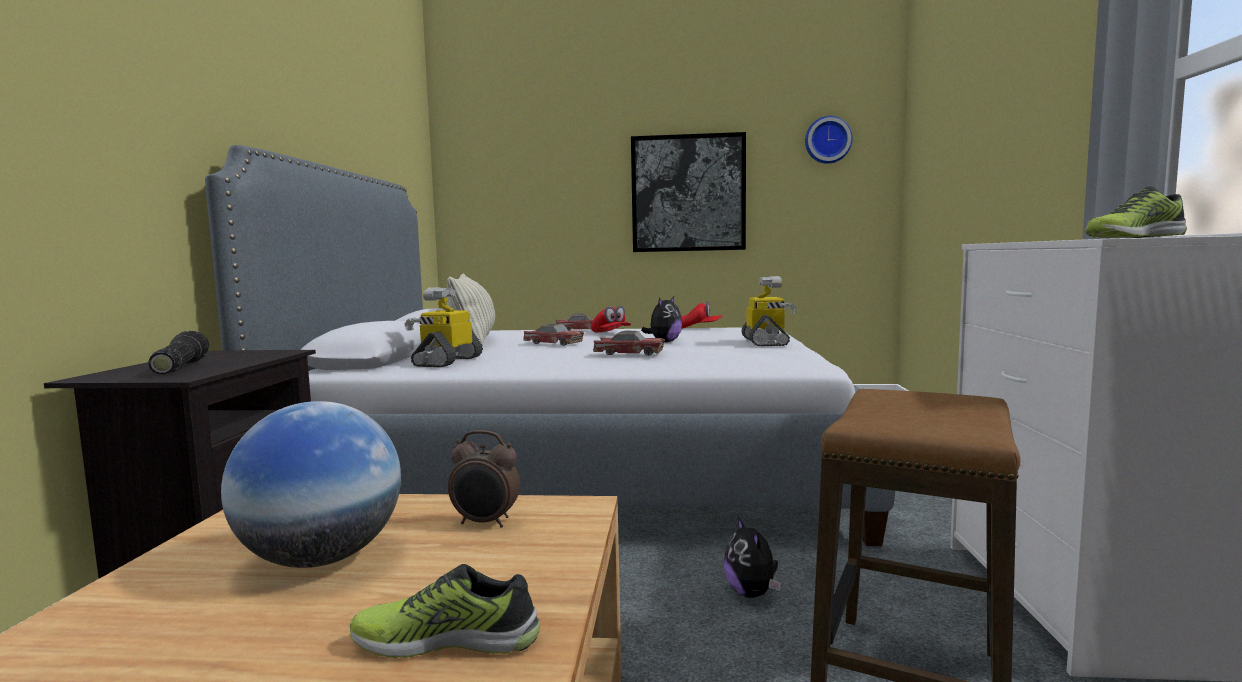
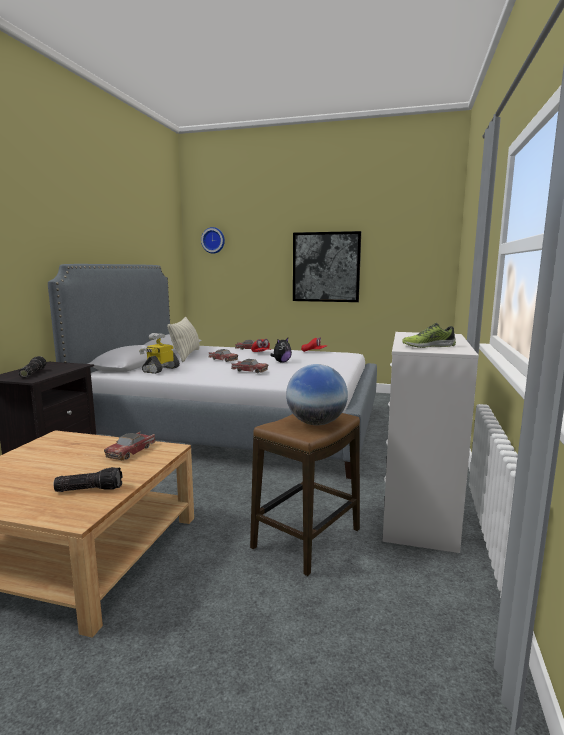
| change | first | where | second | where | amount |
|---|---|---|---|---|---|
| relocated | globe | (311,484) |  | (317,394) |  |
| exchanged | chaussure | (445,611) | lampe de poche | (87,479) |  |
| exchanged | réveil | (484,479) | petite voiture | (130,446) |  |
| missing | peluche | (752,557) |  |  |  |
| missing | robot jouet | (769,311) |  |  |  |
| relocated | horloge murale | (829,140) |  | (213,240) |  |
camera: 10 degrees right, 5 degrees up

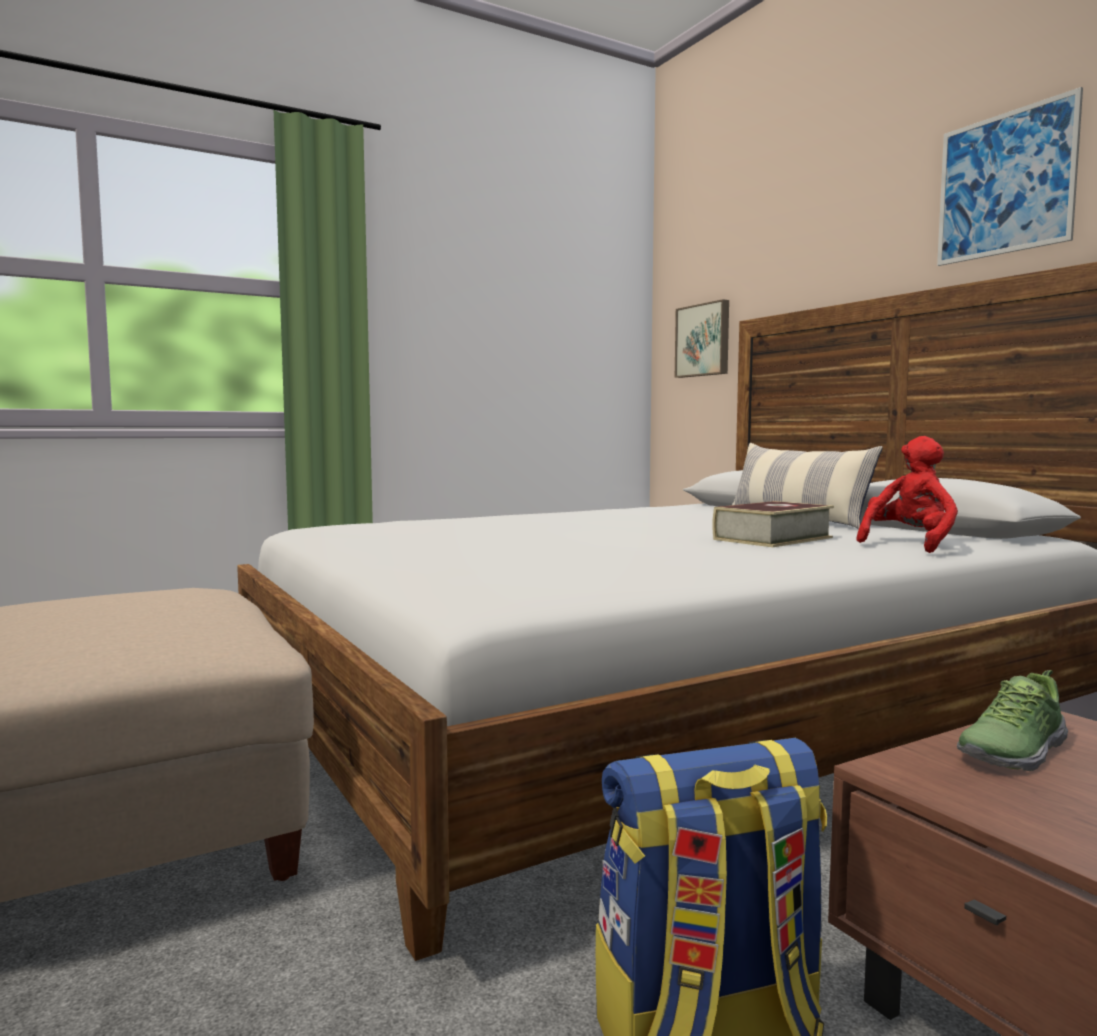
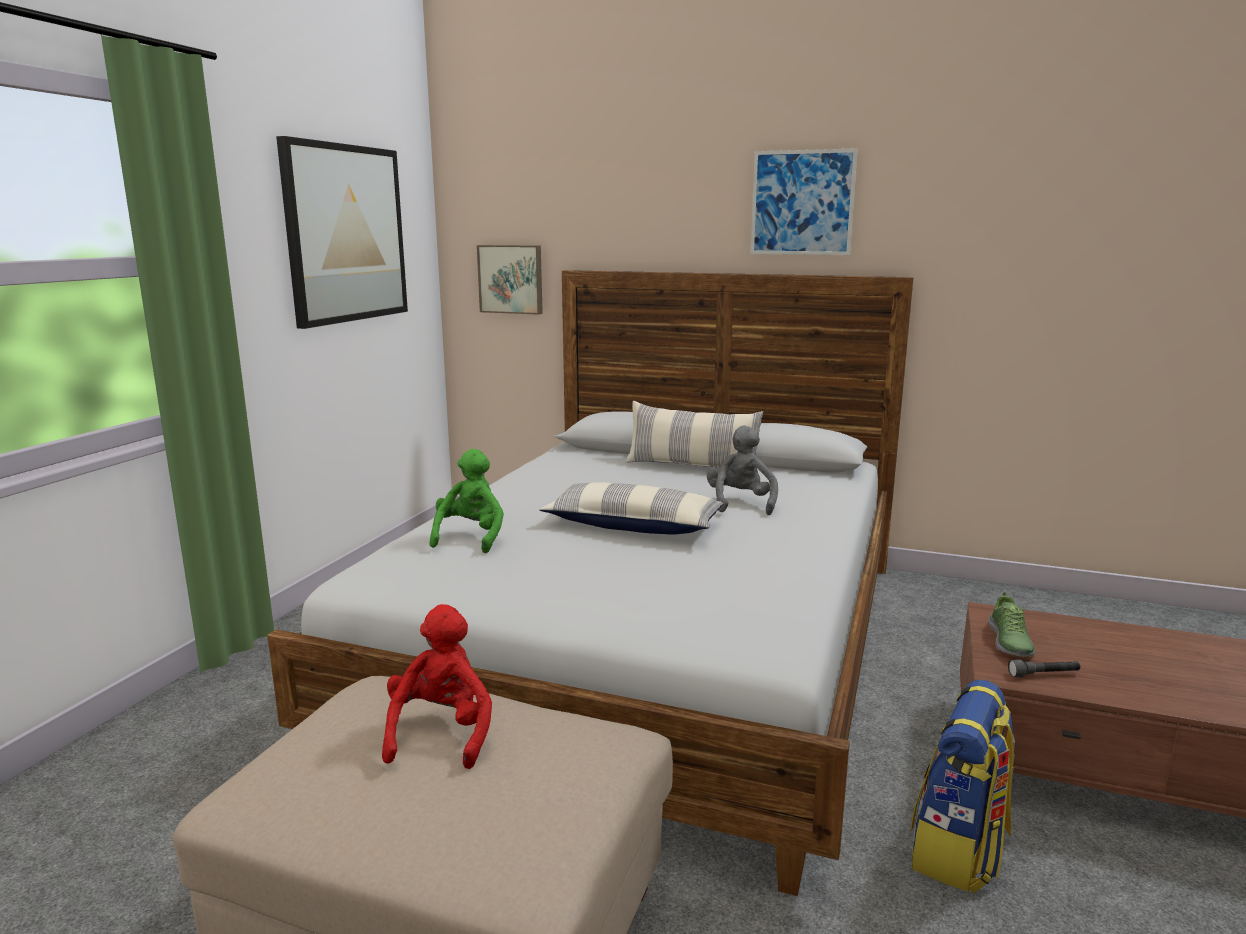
| change | first | where | second | where | amount |
|---|---|---|---|---|---|
| exchanged | livre | (773,524) | peluche/gris | (742,470) |  |
| relocated | peluche/rouge | (907,494) |  | (437,686) |  |
| appeared |  |  | tableau | (342,232) |  |
| appeared |  |  | peluche/vert | (467,501) |  |
| appeared |  |  | coussin | (631,508) |  |
| appeared |  |  | lampe de poche/gris | (1044,668) |  |
camera: 40 degrees left, 10 degrees up

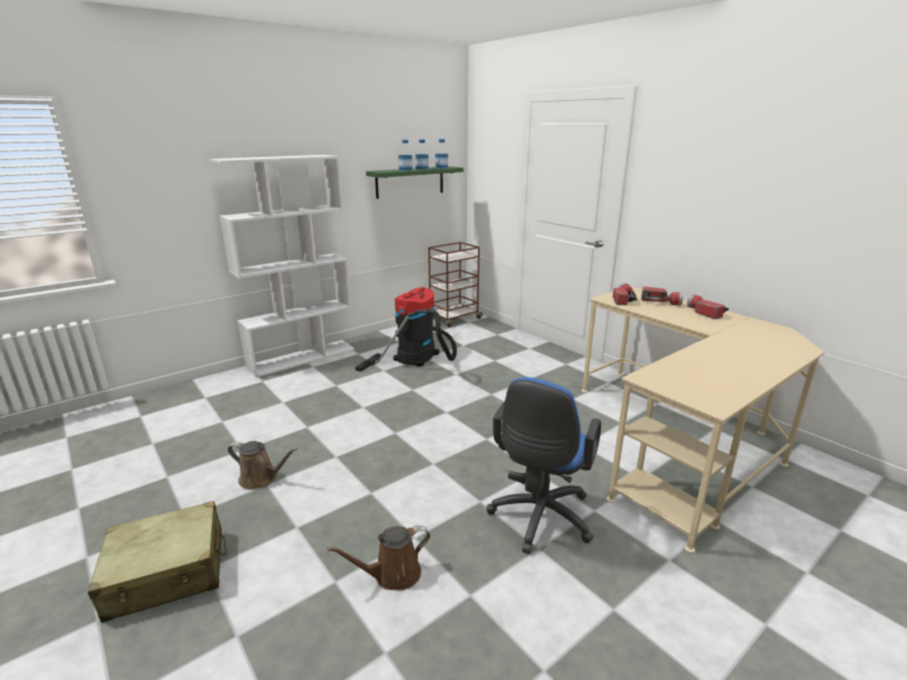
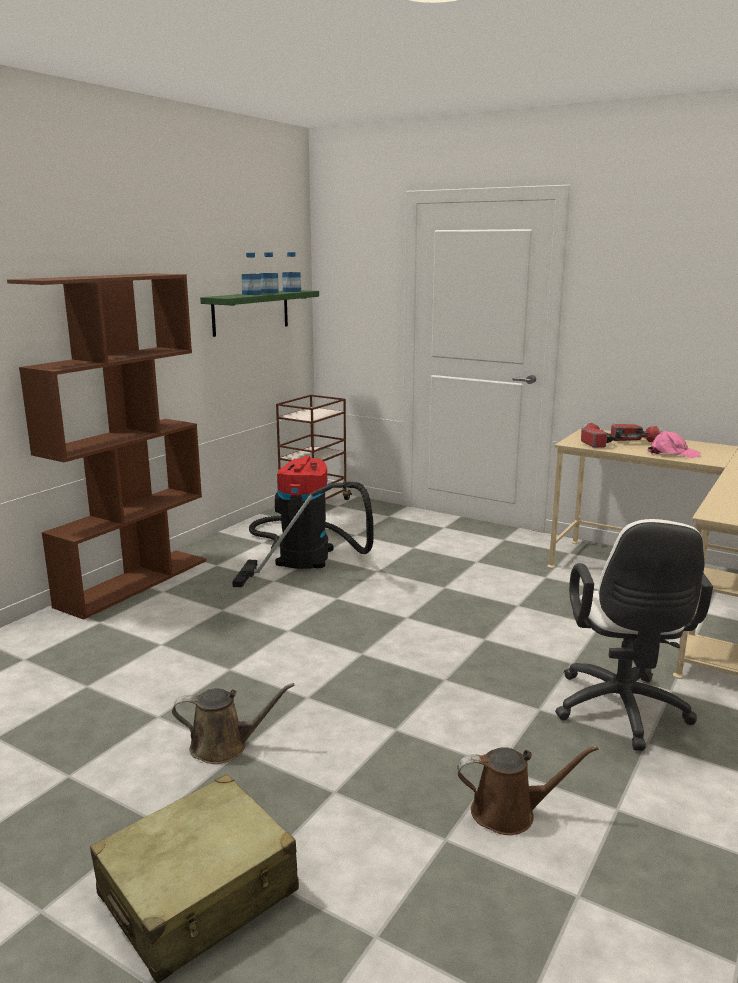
| change | first | where | second | where | amount |
|---|---|---|---|---|---|
| colour | bibliothèque/blanc | (282,266) | bibliothèque/marron | (106,446) |  |
| spun | arrosoir/marron | (378,557) |  | (528,790) | 135 degrees counterclockwise |
| colour | chaise de bureau/bleu | (544,465) | chaise de bureau/blanc | (634,635) |  |
| missing | lampe de poche | (708,306) |  |  |  |
| appeared |  |  | casquette/rose | (674,444) |  |
camera: 20 degrees left, 5 degrees down

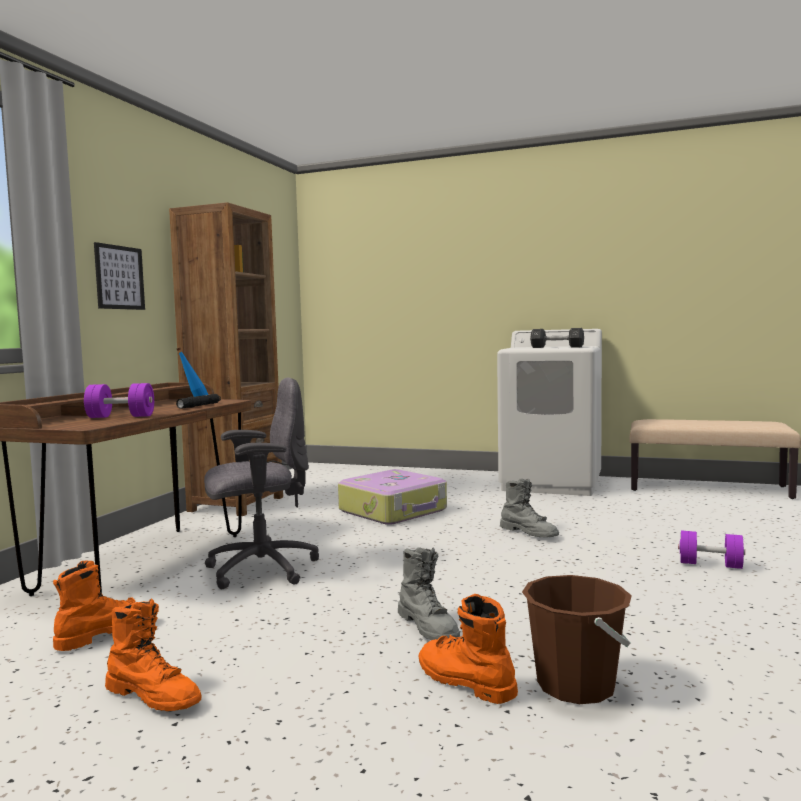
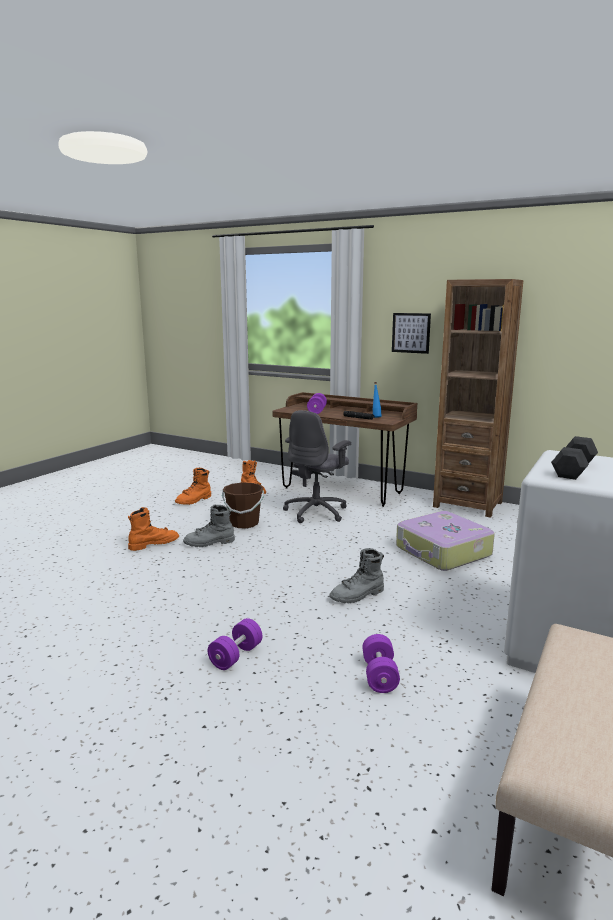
| change | first | where | second | where | amount |
|---|---|---|---|---|---|
| spun | chaise de bureau/gris | (261,484) |  | (317,466) | 45 degrees clockwise |
| relocated | seau/marron | (577,639) |  | (243,505) |  |
| appeared |  |  | haltère/violet | (381,663) |  |
camera: 100 degrees right, 10 degrees up

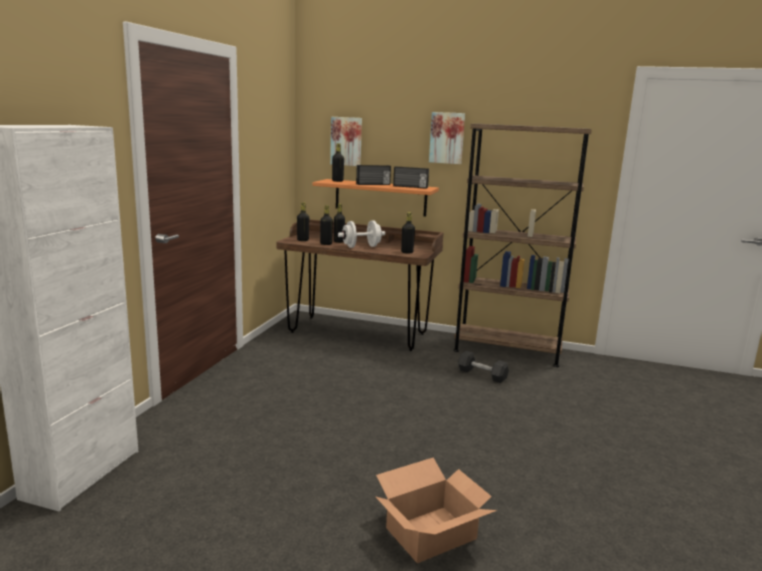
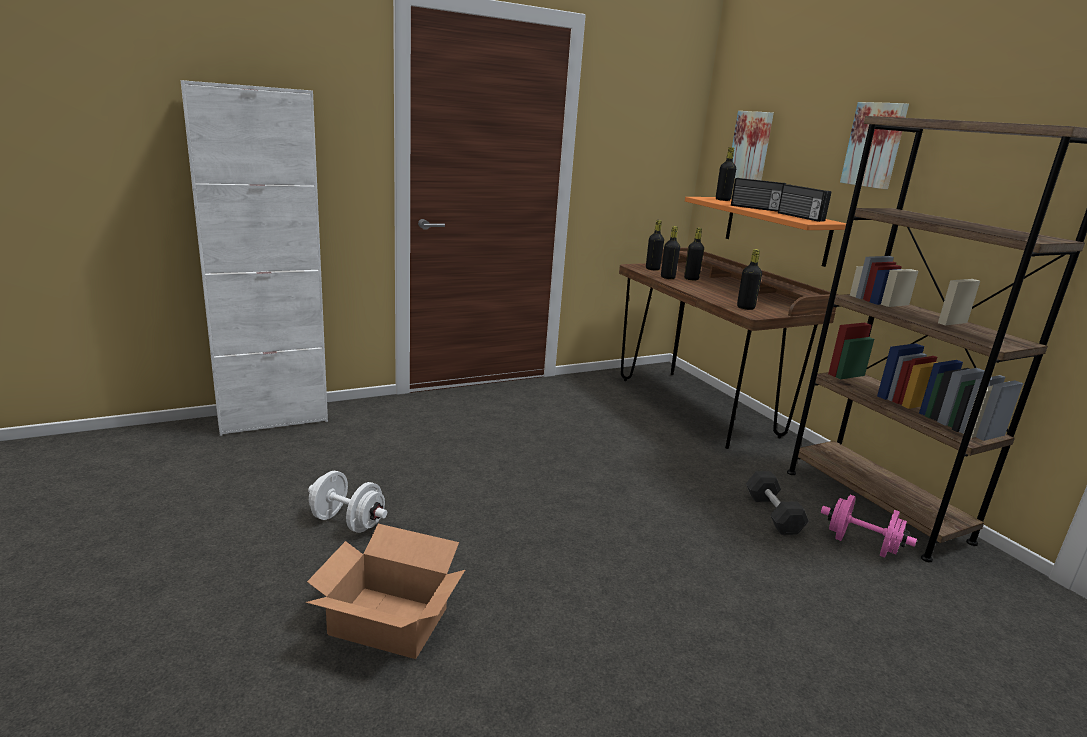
| change | first | where | second | where | amount |
|---|---|---|---|---|---|
| relocated | haltère/blanc | (361,234) |  | (347,502) |  |
| appeared |  |  | haltère/rose | (869,526) |  |
camera: 45 degrees right, 5 degrees up

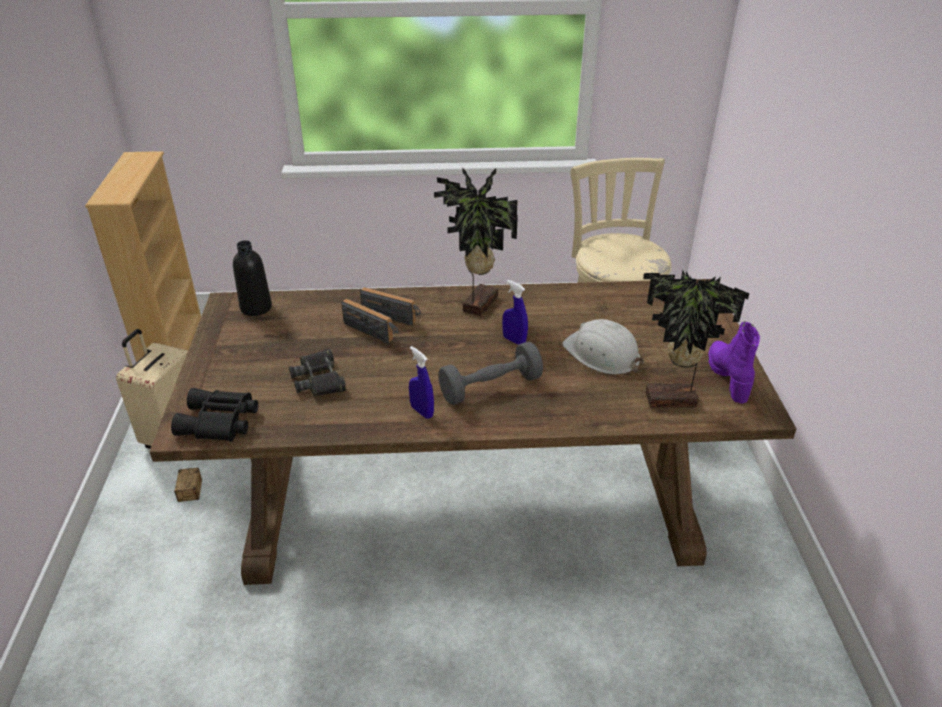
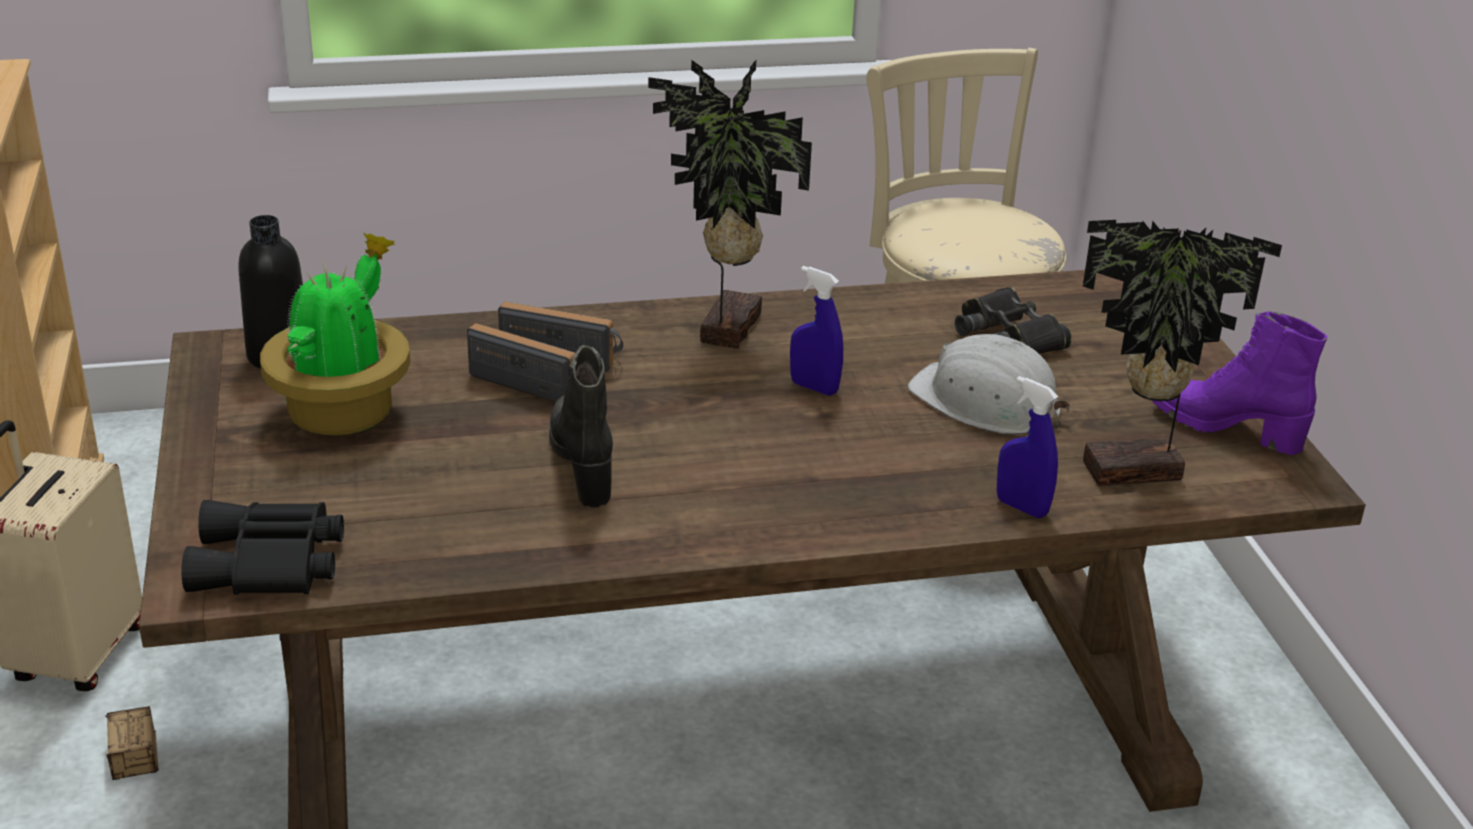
| change | first | where | second | where | amount |
|---|---|---|---|---|---|
| relocated | jumelles/noir | (317,372) |  | (1013,320) |  |
| relocated | vaporisateur/bleu | (421,382) |  | (1027,447) |  |
| missing | haltère/gris | (490,373) |  |  |  |
| spun | botte/violet | (734,362) |  | (1240,383) | 45 degrees counterclockwise |
| appeared |  |  | plante en pot | (335,333) |  |
| appeared |  |  | botte/noir | (581,426) |  |
camera: 10 degrees left, 5 degrees down

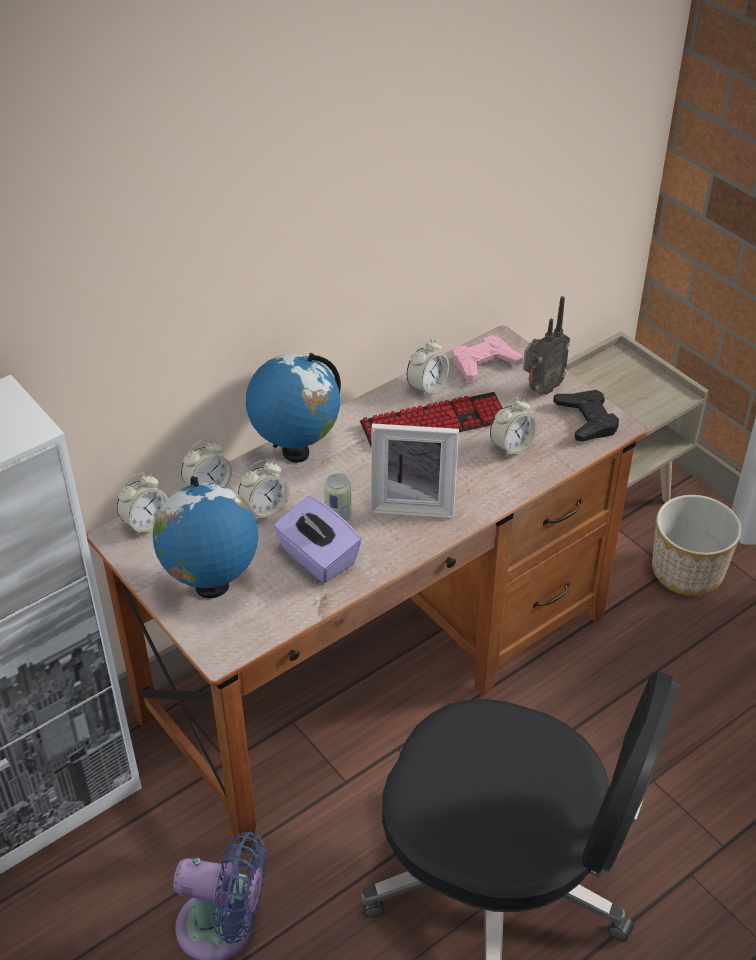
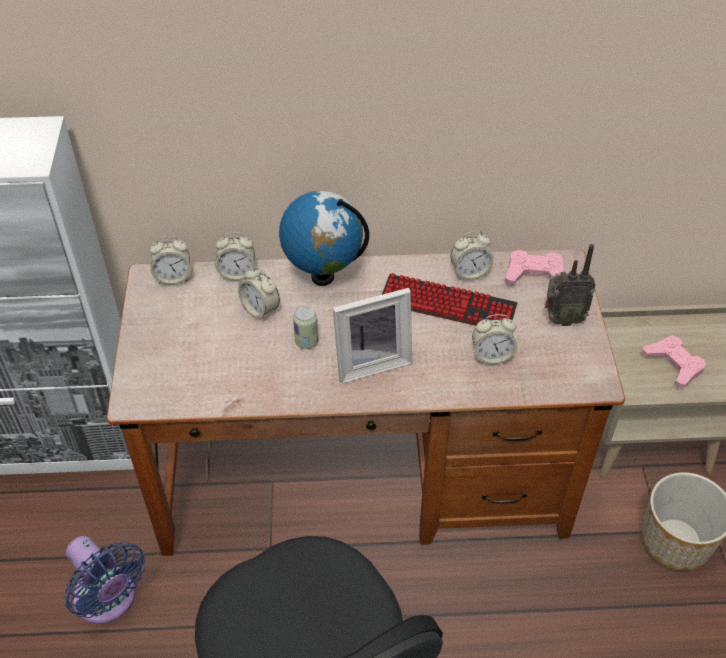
| change | first | where | second | where | amount |
|---|---|---|---|---|---|
| missing | globe | (205,537) |  |  |  |
| spun | réveil | (264,490) |  | (259,294) | 45 degrees clockwise |
| missing | boîte à mouchoirs/violet | (317,539) |  |  |  |
| spun | cadre photo | (415,470) |  | (372,336) | 60 degrees counterclockwise |
| missing | manette/noir | (586,416) |  |  |  |
| appeared |  |  | manette/rose | (674,361) |  |
camera: 35 degrees right, 5 degrees up

